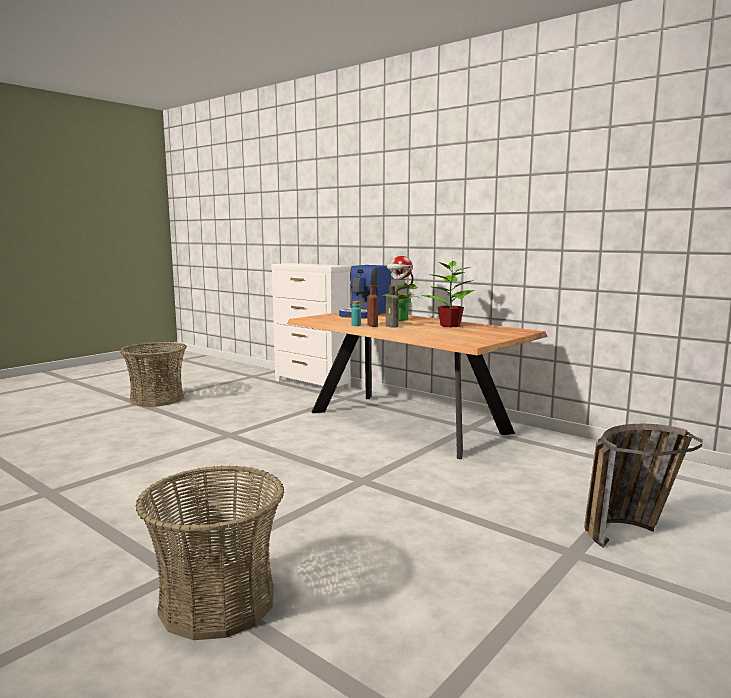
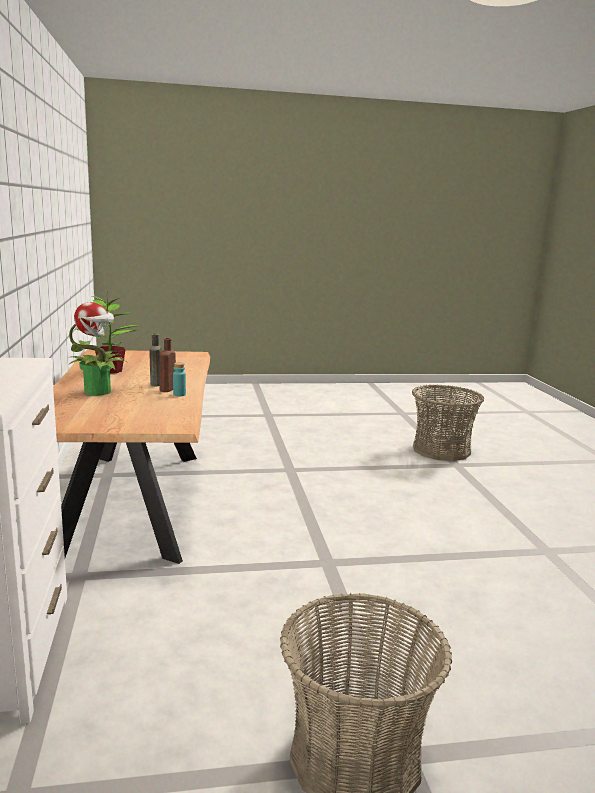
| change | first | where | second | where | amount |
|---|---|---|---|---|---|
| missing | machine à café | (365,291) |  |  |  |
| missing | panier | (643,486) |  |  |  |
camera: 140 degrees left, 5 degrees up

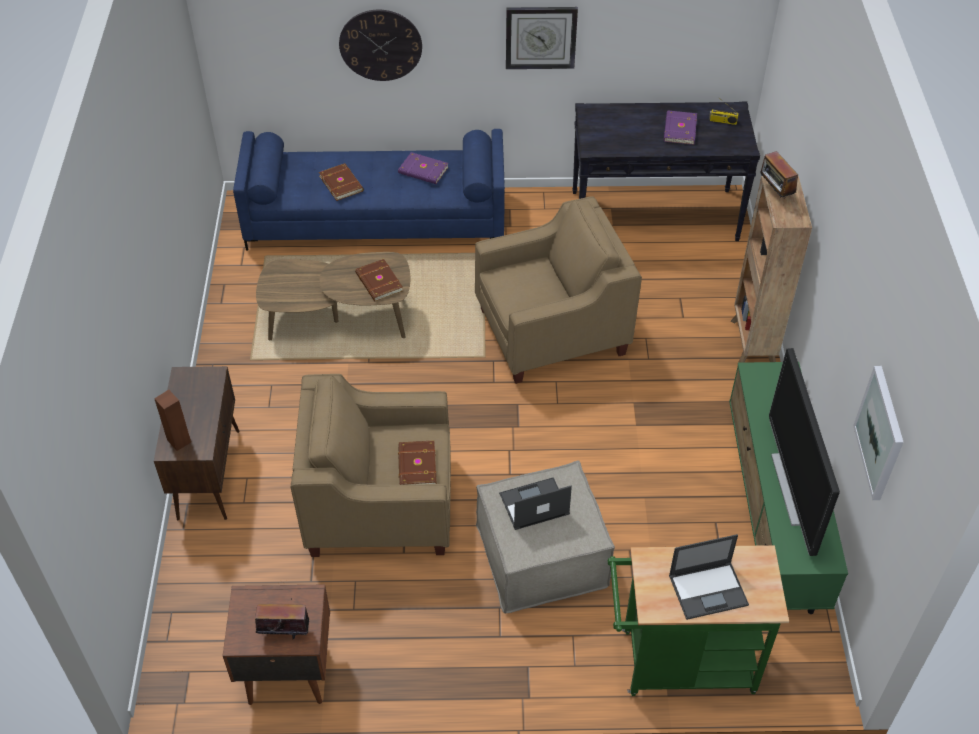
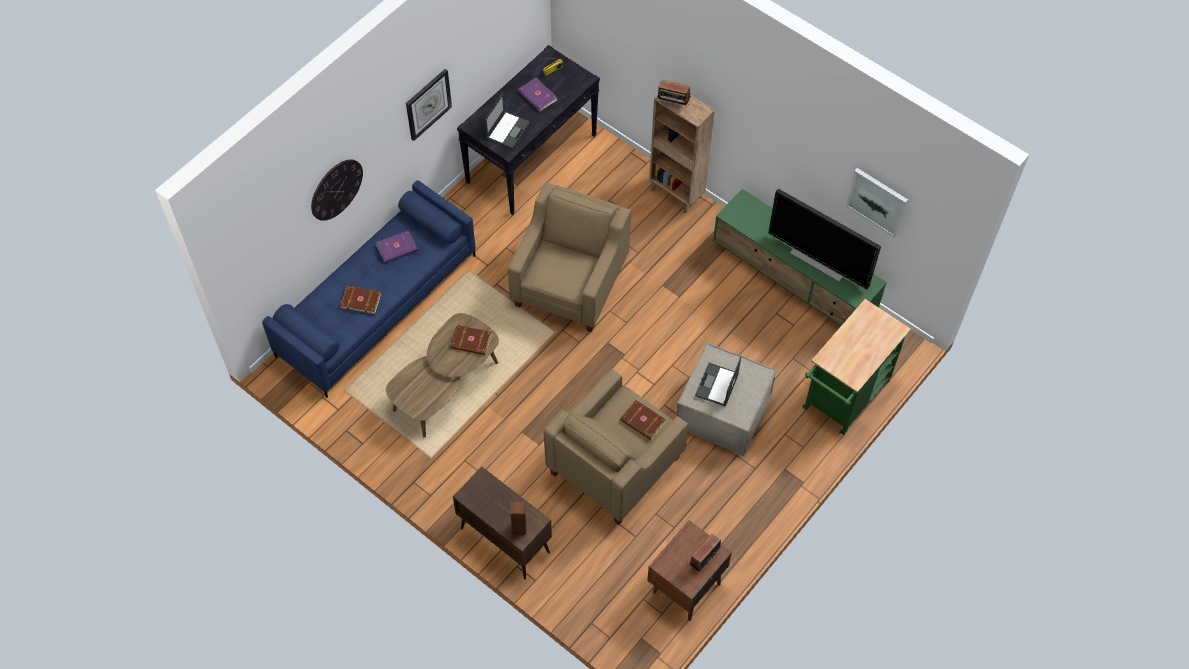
| change | first | where | second | where | amount |
|---|---|---|---|---|---|
| relocated | ordinateur portable | (709,577) |  | (507,120) |  |
camera: 50 degrees left, 10 degrees up

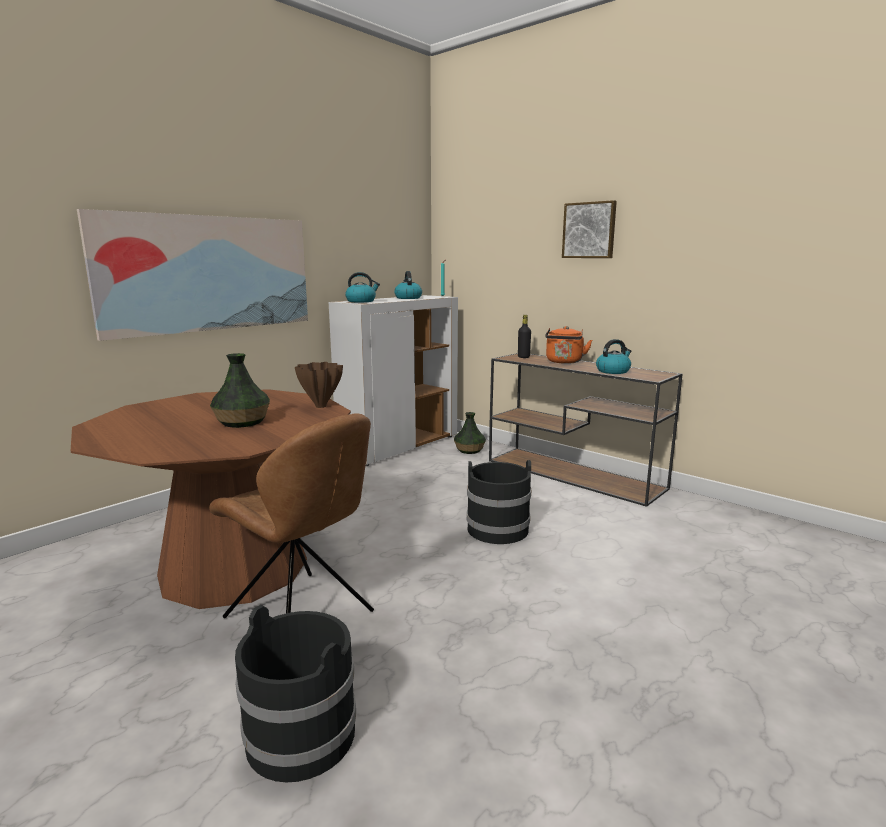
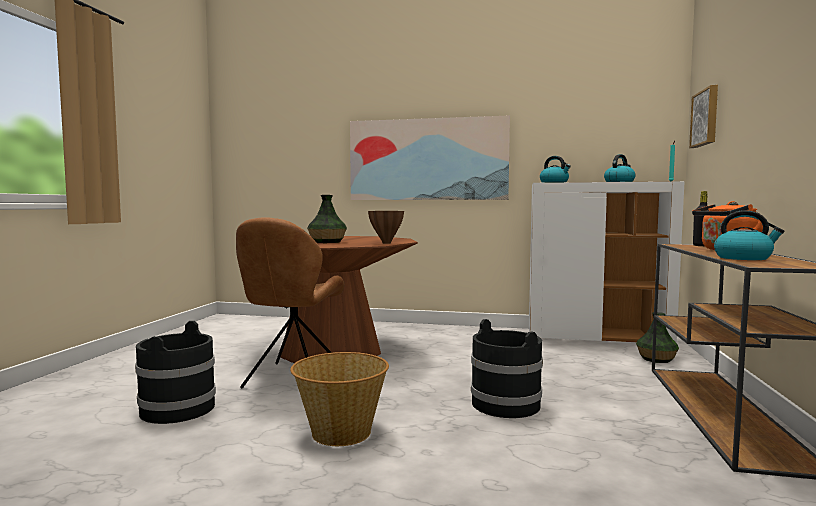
| change | first | where | second | where | amount |
|---|---|---|---|---|---|
| relocated | tableau | (589,229) |  | (703,116) |  |
| appeared |  |  | panier | (339,399) |  |
camera: 60 degrees right, 10 degrees down

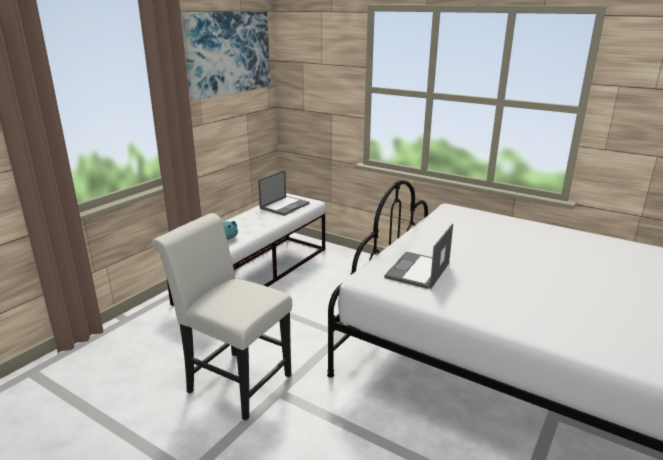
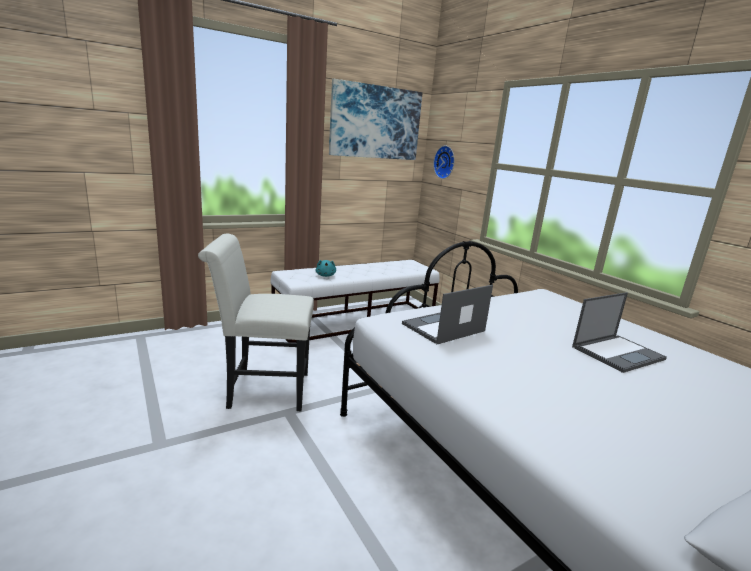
| change | first | where | second | where | amount |
|---|---|---|---|---|---|
| spun | chaise/blanc | (221,316) |  | (256,322) | 60 degrees counterclockwise |
| relocated | ordinateur portable | (284,193) |  | (619,332) |  |
| appeared |  |  | horloge murale | (444,162) |  |
camera: 25 degrees right, 5 degrees down

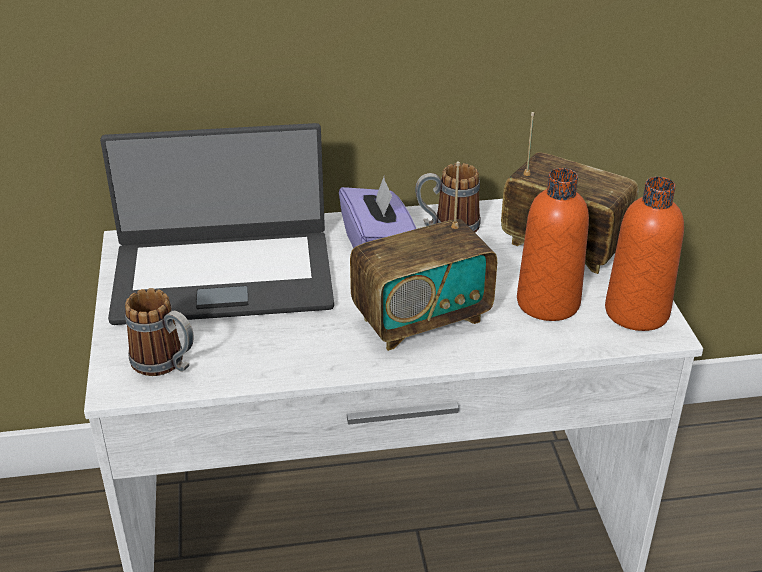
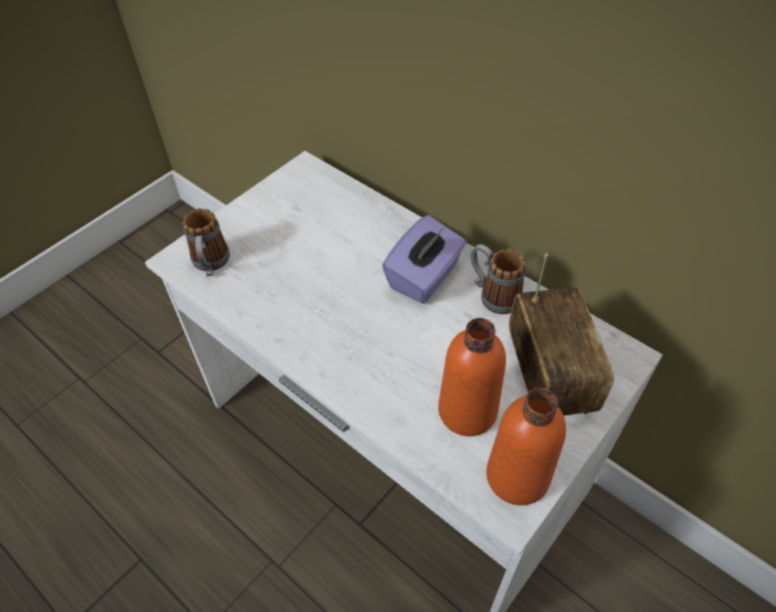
| change | first | where | second | where | amount |
|---|---|---|---|---|---|
| missing | ordinateur portable | (217,224) |  |  |  |
| missing | radio | (423,256) |  |  |  |
camera: 50 degrees right, 15 degrees up

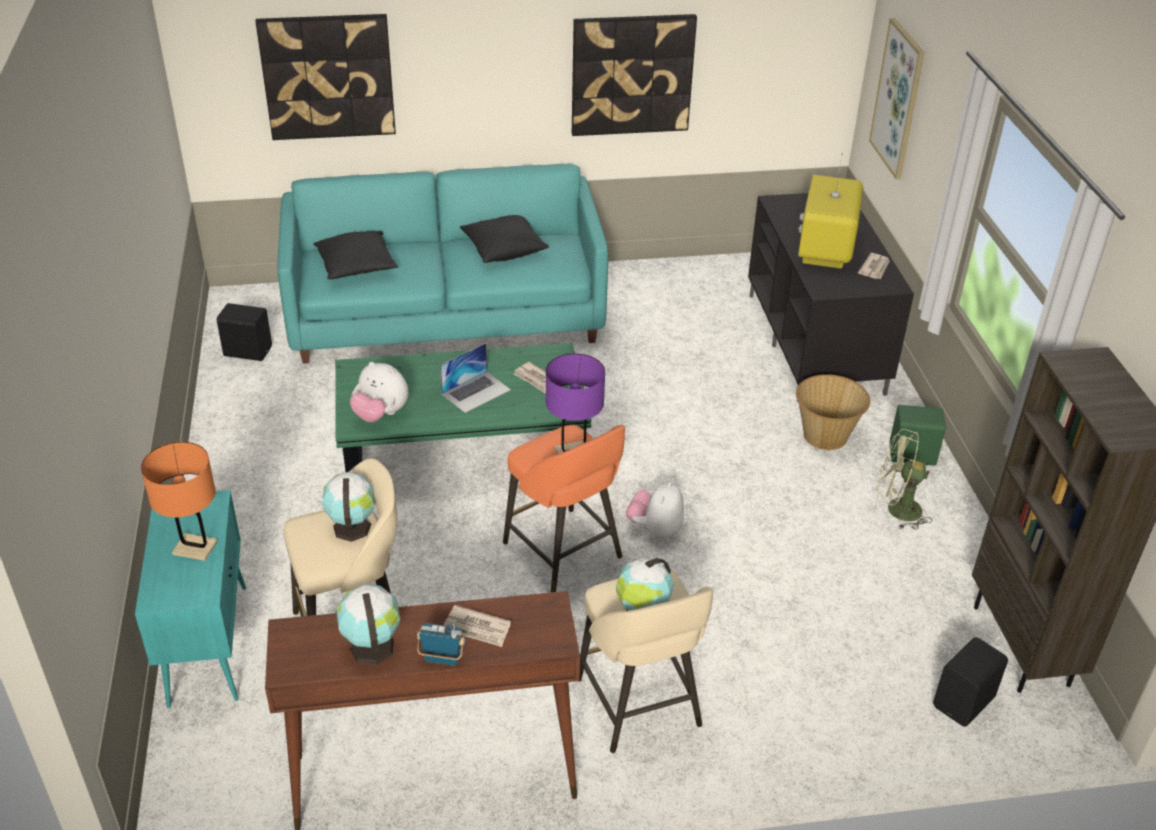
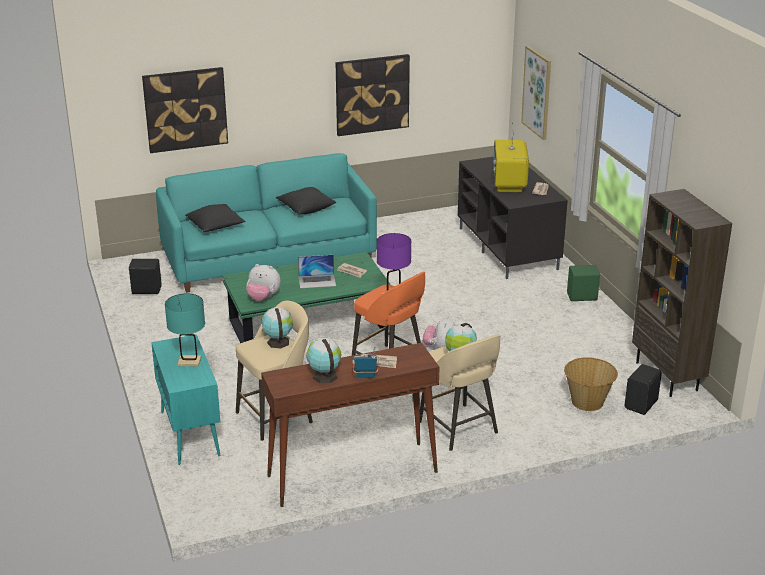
| change | first | where | second | where | amount |
|---|---|---|---|---|---|
| colour | lampe de table/orange | (179,501) | lampe de table/turquoise | (185,330) |  |
| spun | ordinateur portable | (475,378) |  | (317,271) | 45 degrees clockwise |
| relocated | panier | (833,412) |  | (591,384) |  |
| missing | ventilateur/vert | (904,479) |  |  |  |
camera: 10 degrees left, 10 degrees down

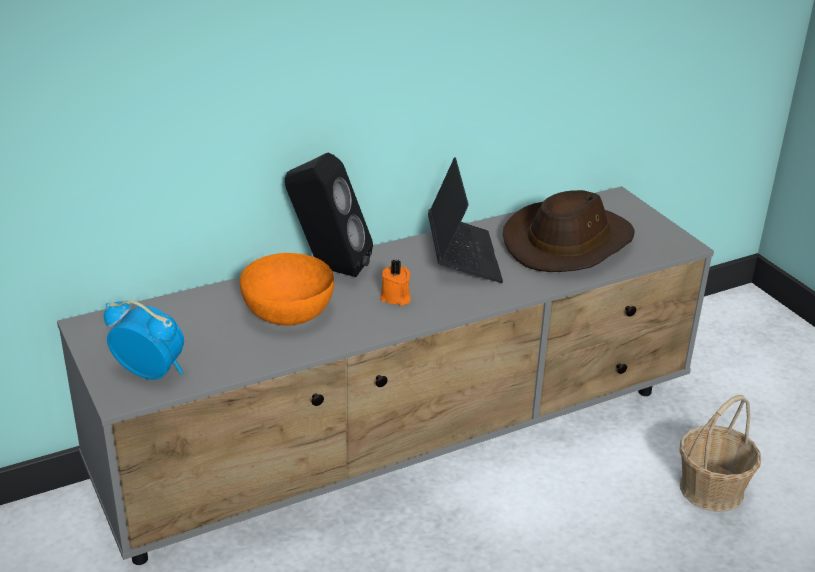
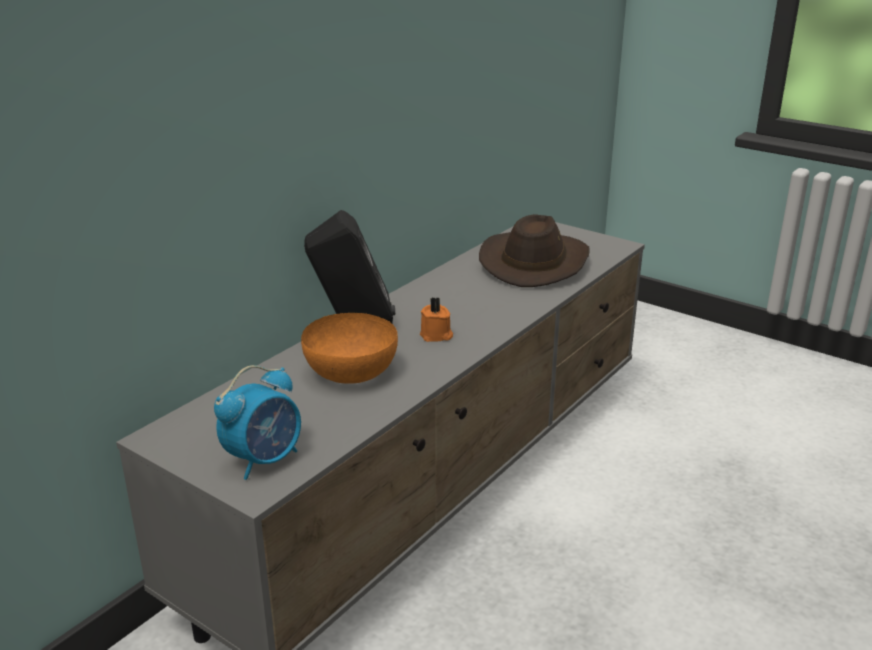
| change | first | where | second | where | amount |
|---|---|---|---|---|---|
| spun | réveil | (144,340) |  | (257,422) | 135 degrees clockwise |
| missing | ordinateur portable | (465,220) |  |  |  |
| missing | panier | (720,453) |  |  |  |
camera: 25 degrees left, 5 degrees down

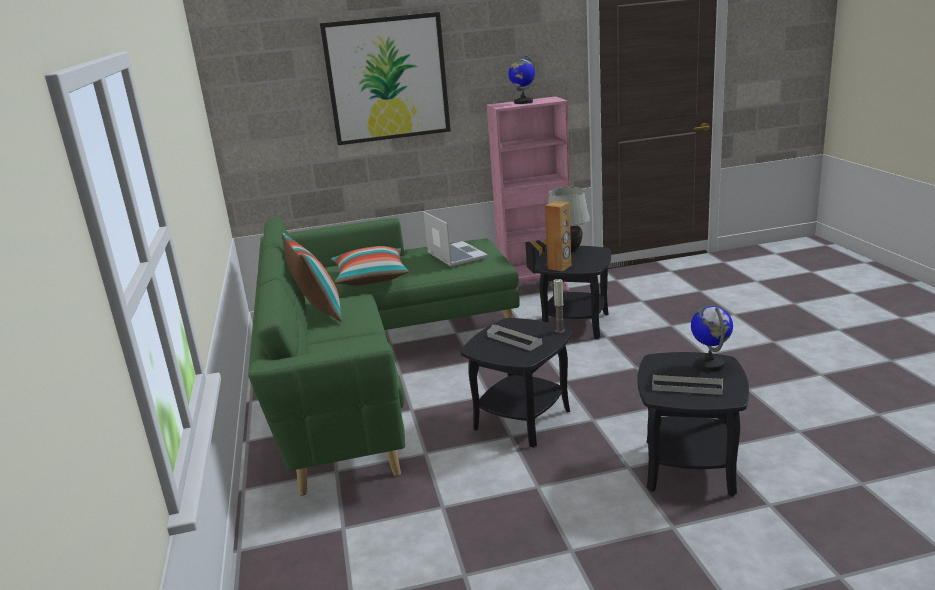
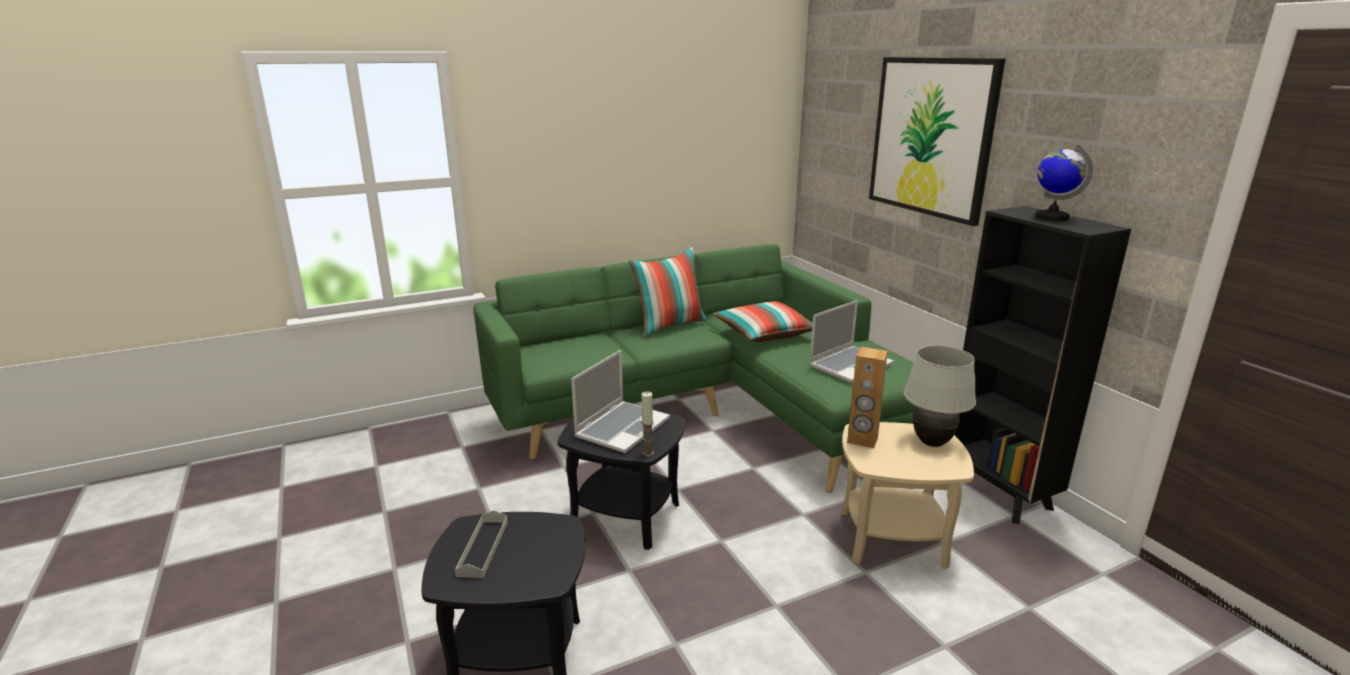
| change | first | where | second | where | amount |
|---|---|---|---|---|---|
| colour | bibliothèque/rose | (529,193) | bibliothèque/noir | (1042,365) |  |
| exchanged | plateau/gris | (514,338) | ordinateur portable | (620,401) |  |
| colour | table d'appoint/noir | (573,292) | table d'appoint/beige | (908,496) |  |
| missing | globe | (712,339) |  |  |  |
camera: 75 degrees right, 0 degrees up

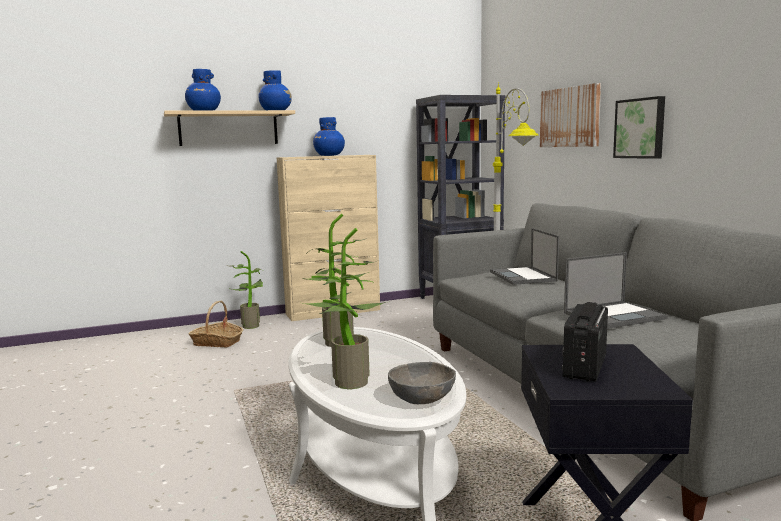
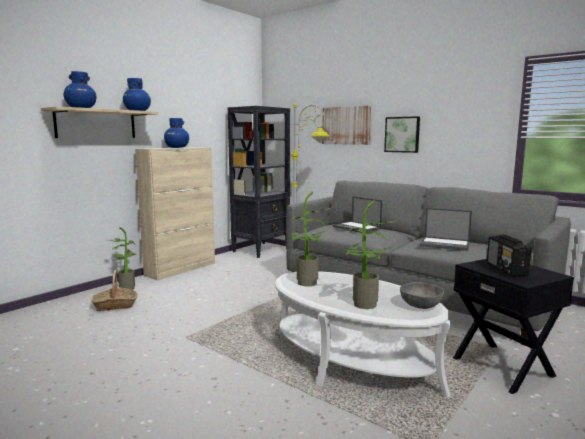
| change | first | where | second | where | amount |
|---|---|---|---|---|---|
| spun | ordinateur portable | (616,290) |  | (446,229) | 75 degrees clockwise |
camera: 30 degrees left, 0 degrees up

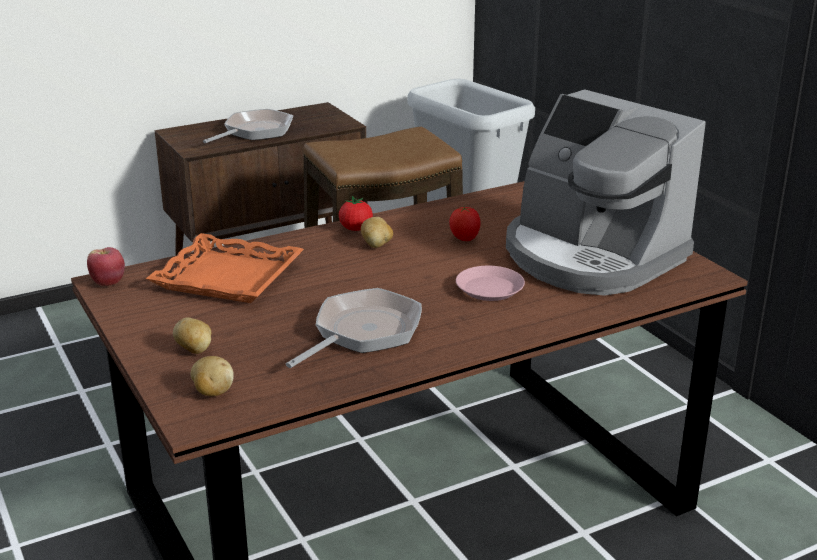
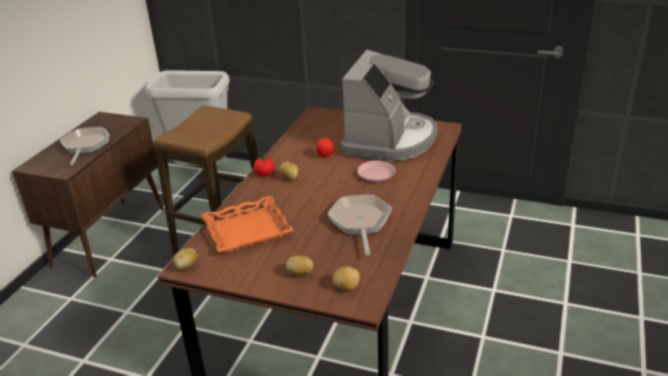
| change | first | where | second | where | amount |
|---|---|---|---|---|---|
| exchanged | pomme | (106,266) | pomme de terre | (185,259) |  |
| spun | machine à café | (606,192) |  | (389,105) | 75 degrees counterclockwise |
camera: 40 degrees left, 5 degrees up

